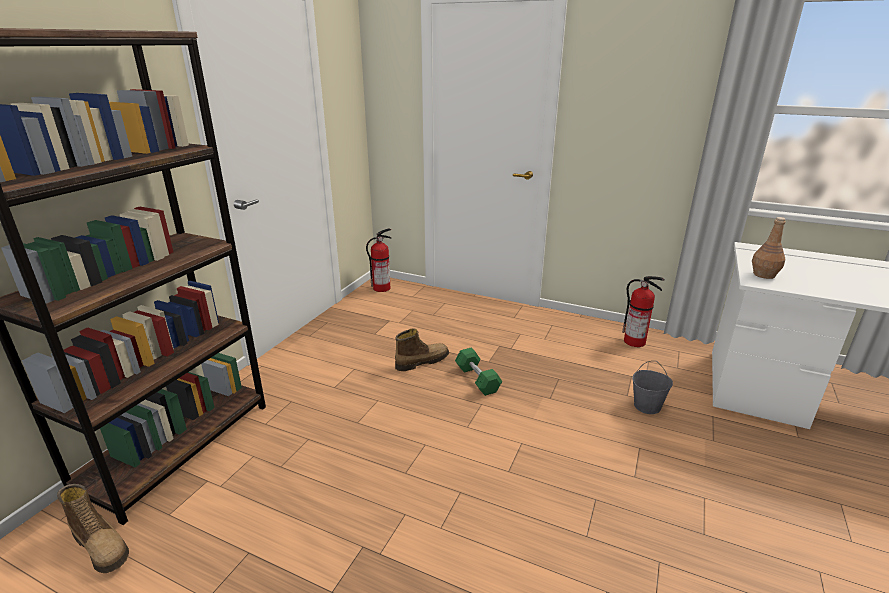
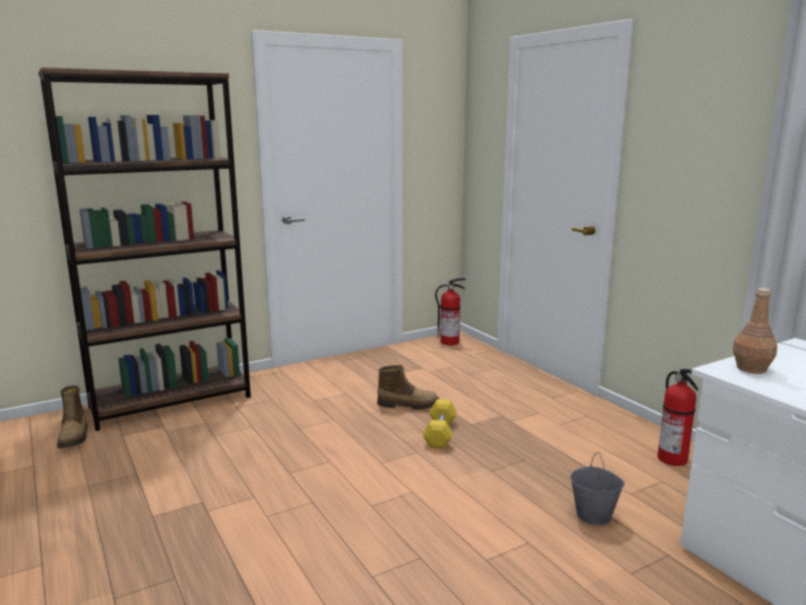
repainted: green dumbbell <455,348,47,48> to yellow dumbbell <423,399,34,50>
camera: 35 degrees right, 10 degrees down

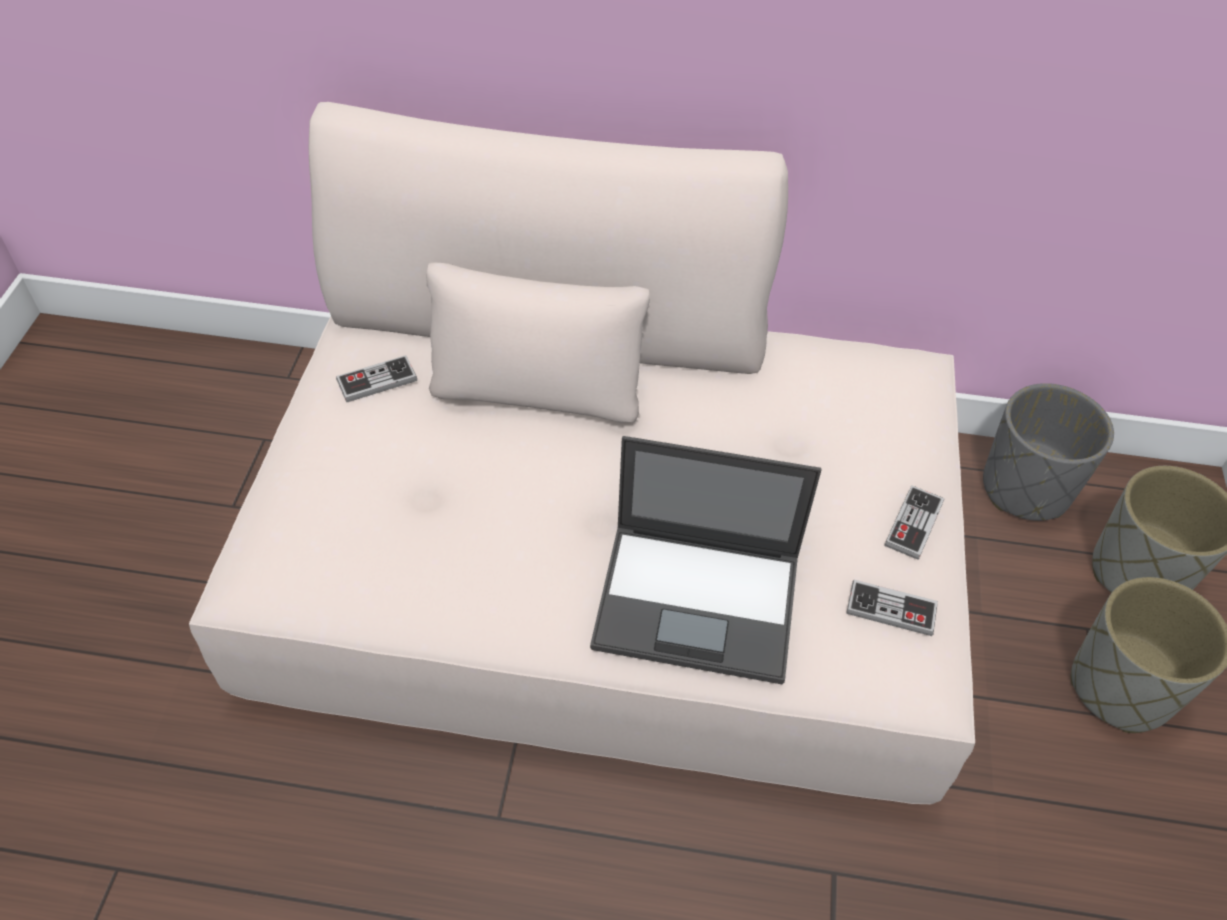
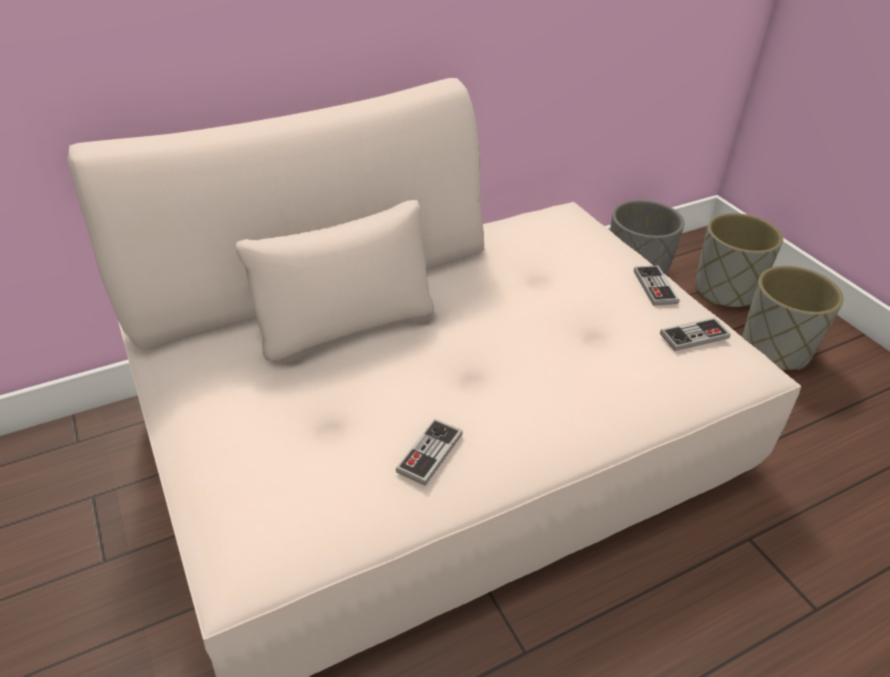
gone: laptop <590,436,231,248>
shifted: game controller <336,355,81,47> to <395,419,68,67>
camera: 35 degrees left, 10 degrees down

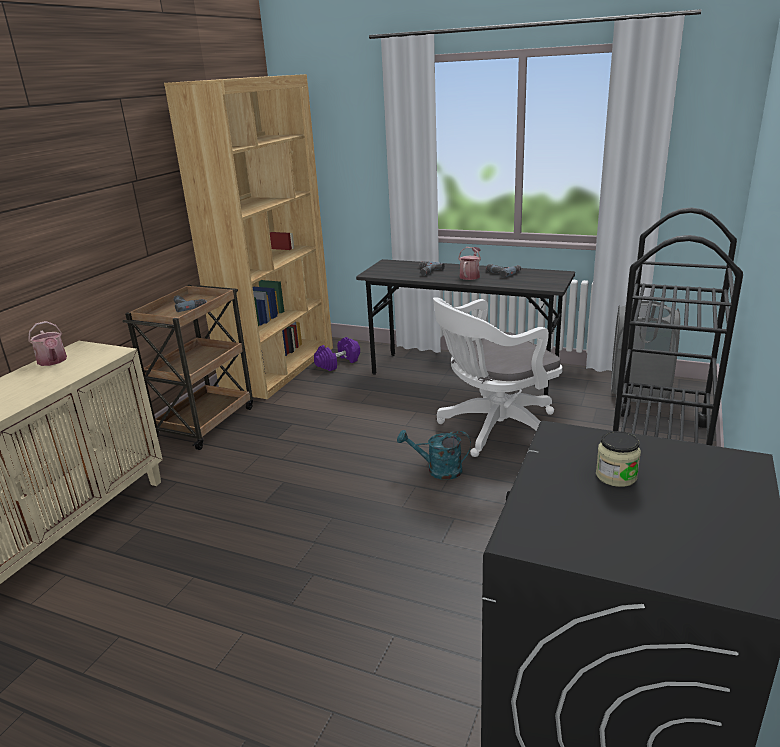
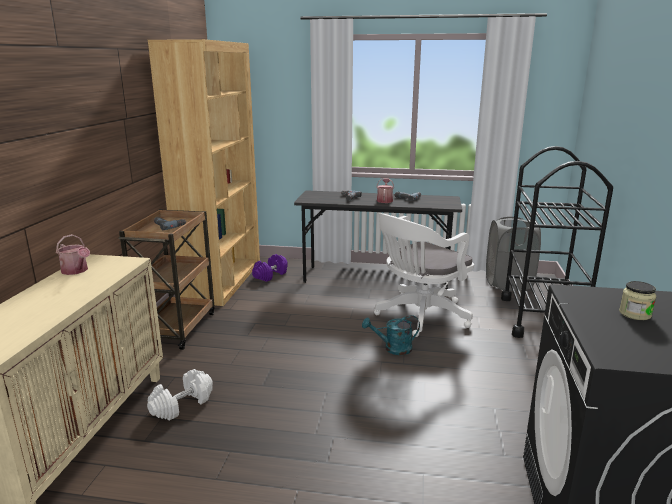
new: white dumbbell <147,369,66,52>
camera: 15 degrees left, 5 degrees down

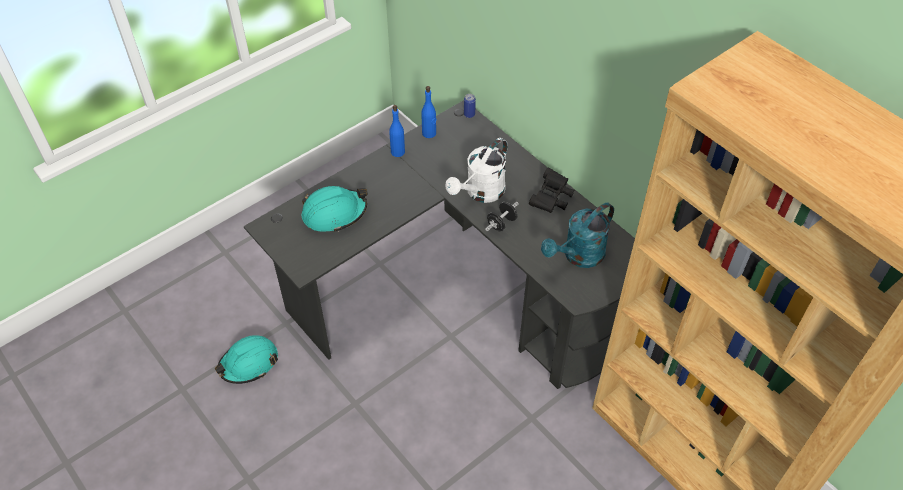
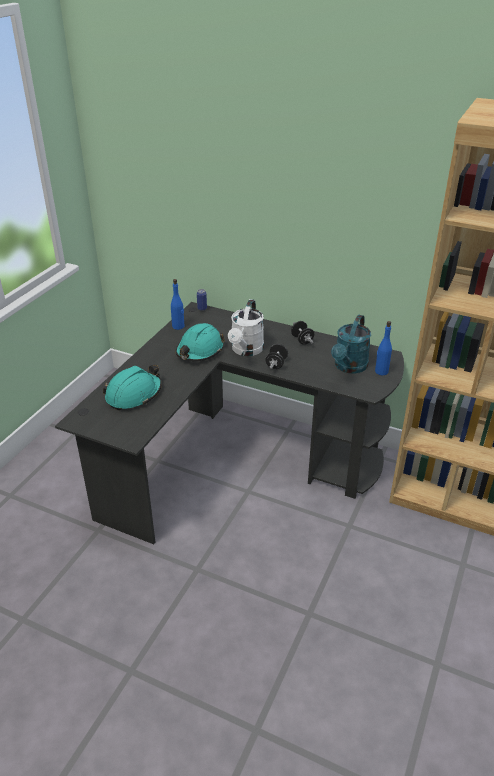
shifted: blue bottle <389,105,16,52> to <375,321,17,54>; turquoise hard hat <215,335,63,49> to <175,323,50,38>
swapped: black binoculars <529,168,45,45> to black dumbbell <291,321,23,24>
camera: 25 degrees left, 15 degrees down

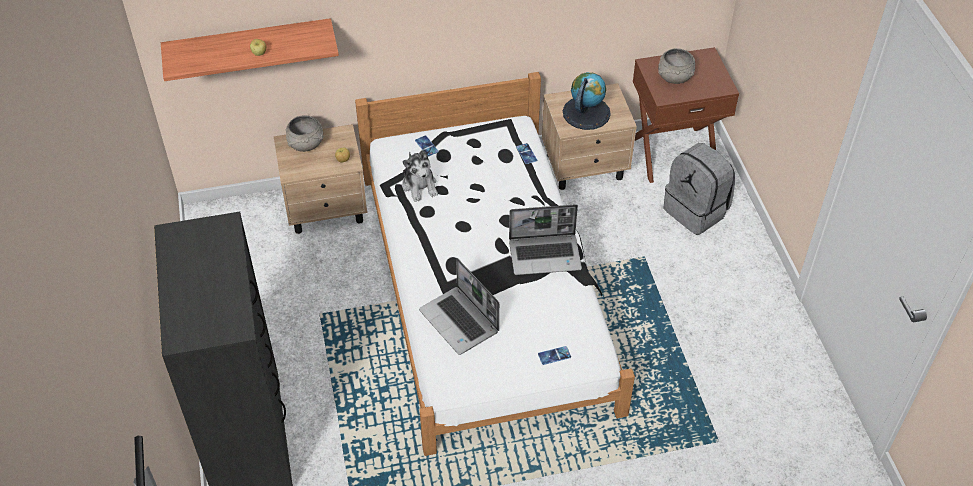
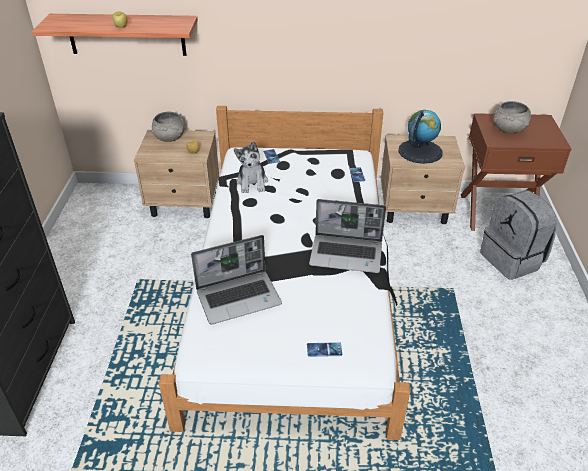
rotated: laptop <419,258,80,97> = <191,235,91,90> 90 degrees counterclockwise
camera: 15 degrees right, 10 degrees down

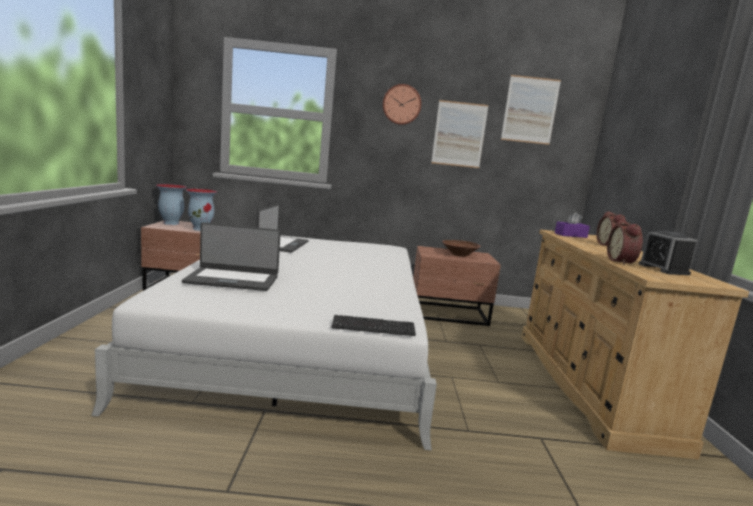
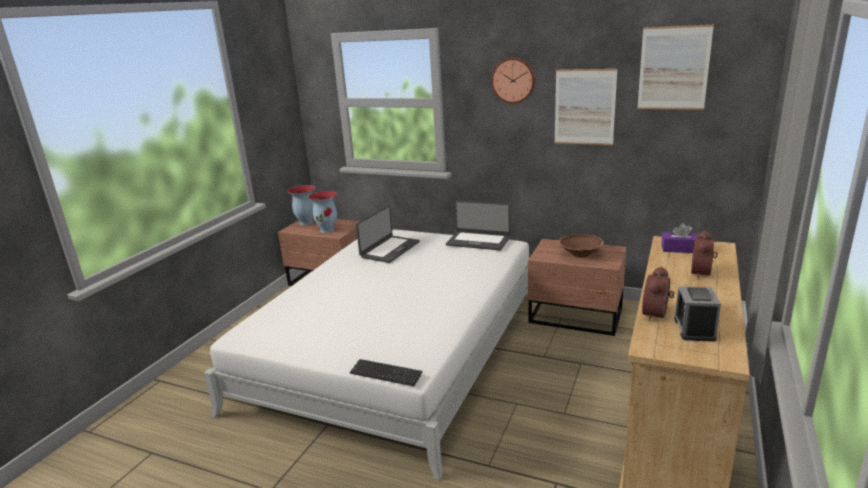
shifted: laptop <182,222,99,69> to <446,201,64,49>
camera: 25 degrees right, 10 degrees up

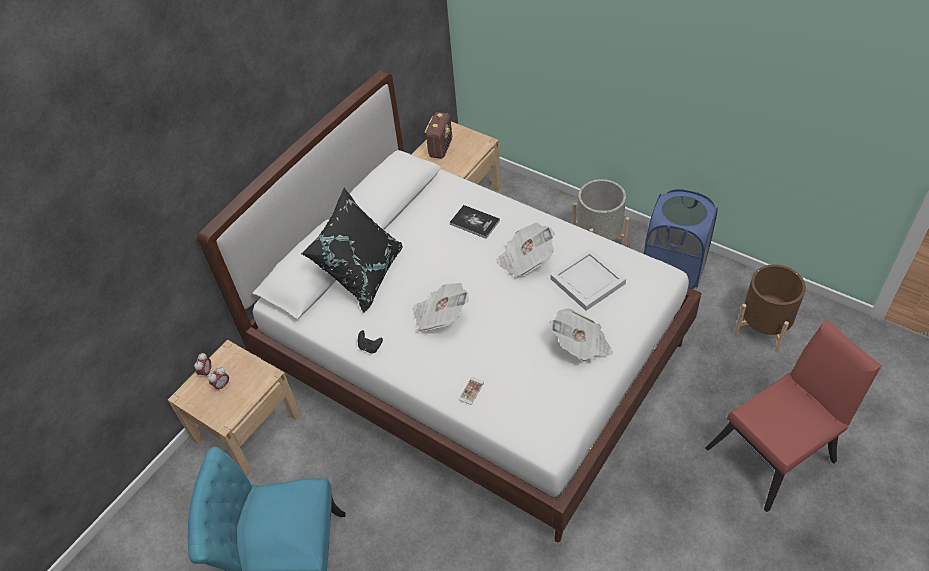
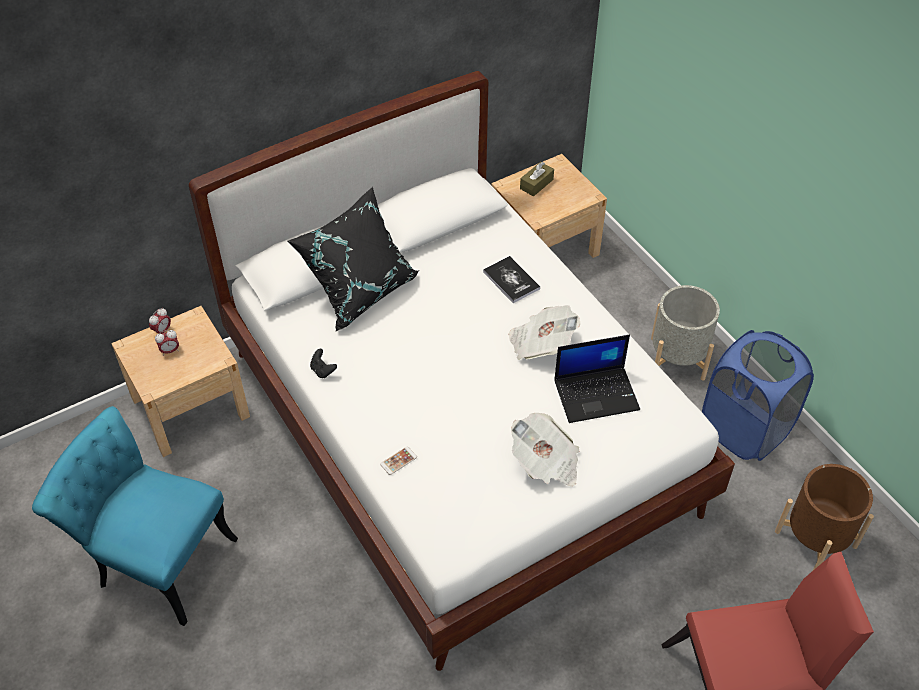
gone: newspaper <413,283,56,49>
swapped: radio <425,112,27,47> to brown tissue box <520,162,34,34>; white tray <551,249,75,62> to laptop <554,335,86,88>
camera: 20 degrees right, 0 degrees up

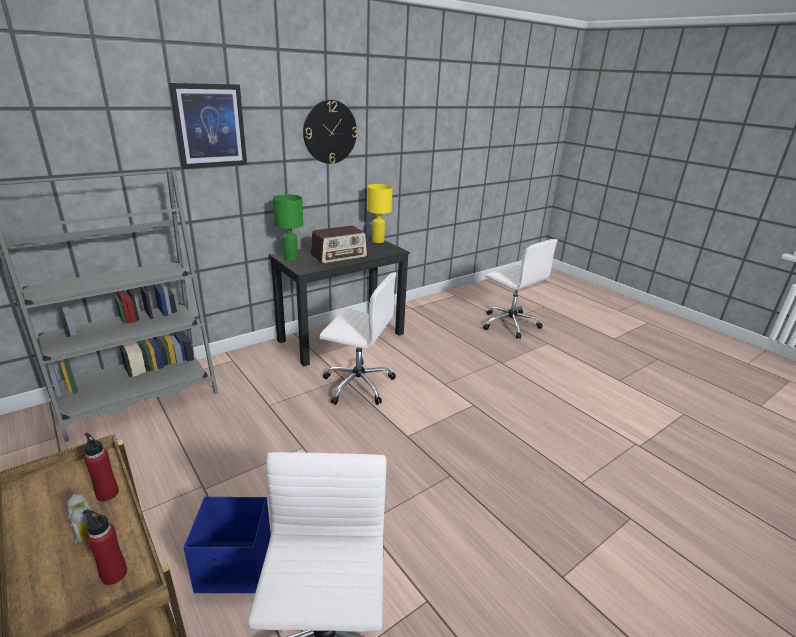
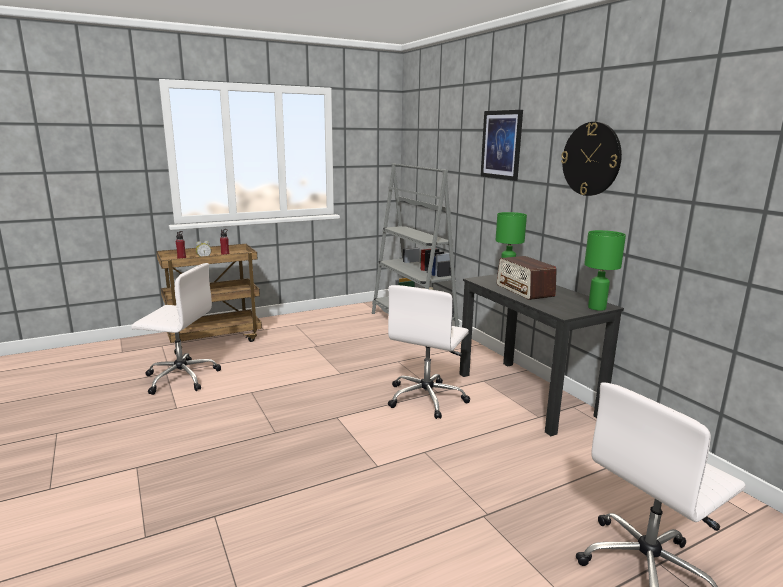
gone: blue storage box <183,497,88,96>
repainted: yellow table lamp <367,184,26,59> to green table lamp <584,230,42,81>
camera: 100 degrees right, 10 degrees down

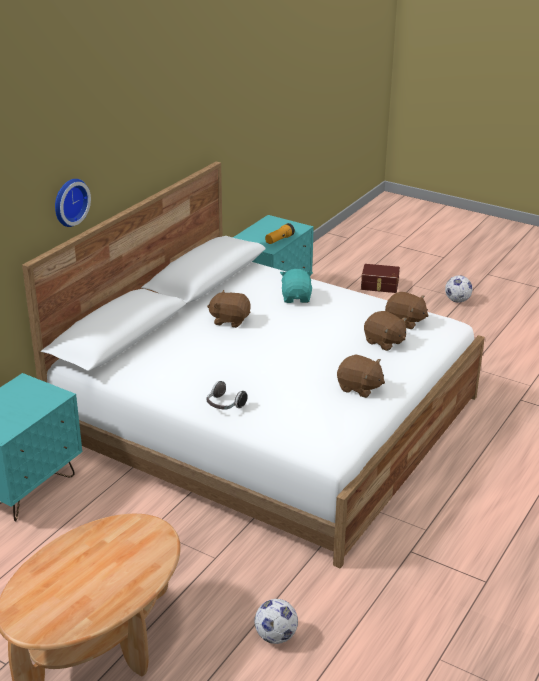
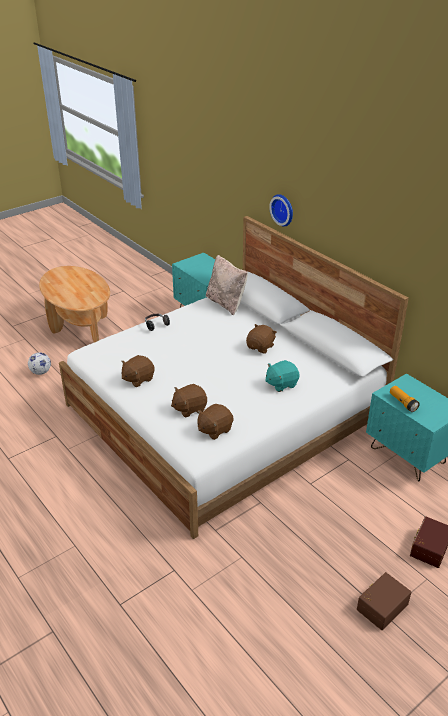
new: beige pillow <206,255,42,61>
swapped: football <445,275,28,27> to brown storage box <357,572,54,58>
rotated: turquoise plush toy <280,269,33,34> = <265,360,35,32> 135 degrees clockwise
camera: 110 degrees right, 5 degrees up

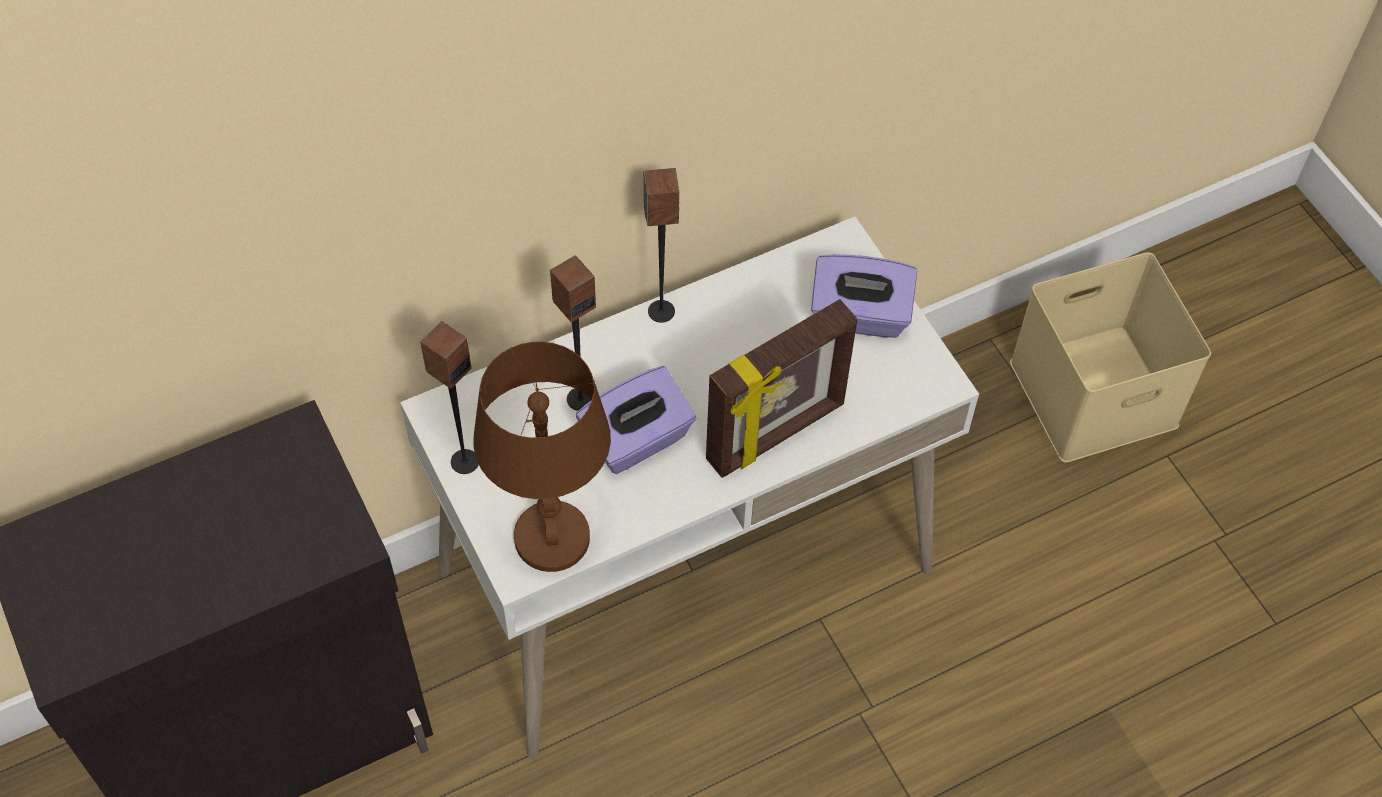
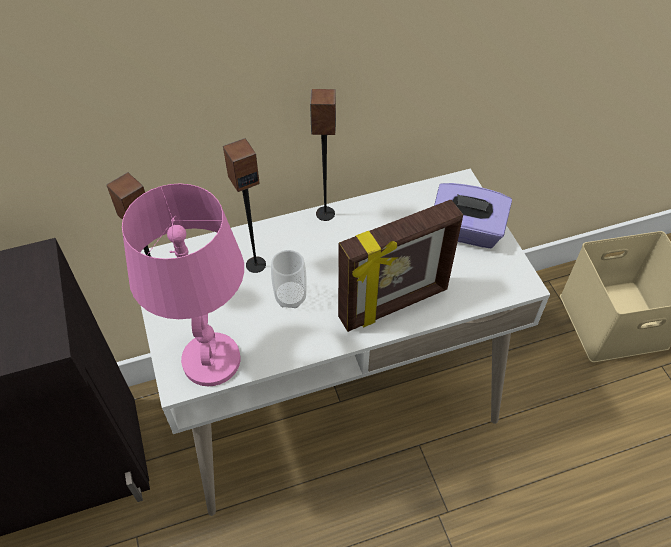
swapped: purple tissue box <576,366,120,108> to cup <271,250,36,58>
repainted: brown table lamp <473,342,138,230> to pink table lamp <122,184,122,202>
camera: 10 degrees right, 5 degrees down

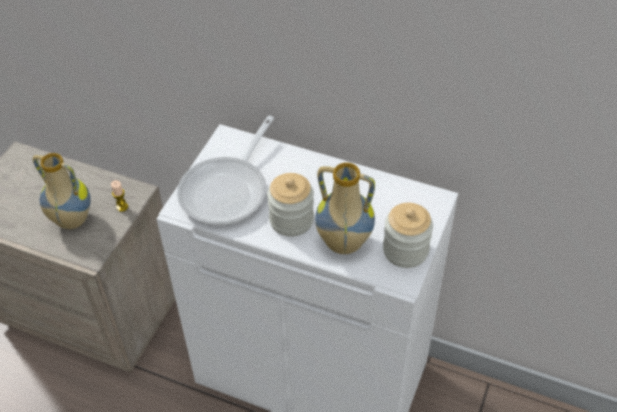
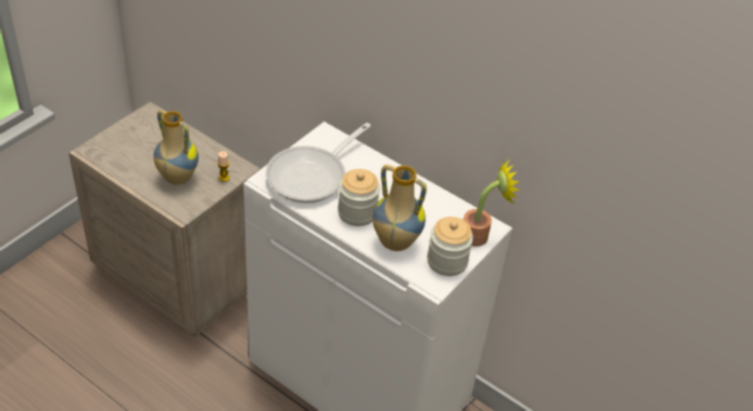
new: potted plant <463,158,56,89>
camera: 10 degrees right, 5 degrees down

